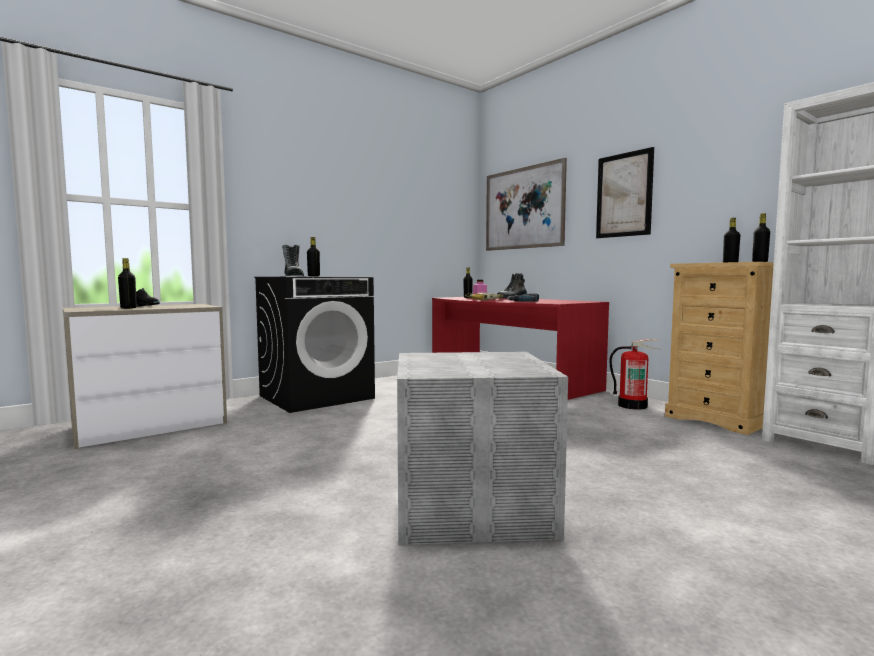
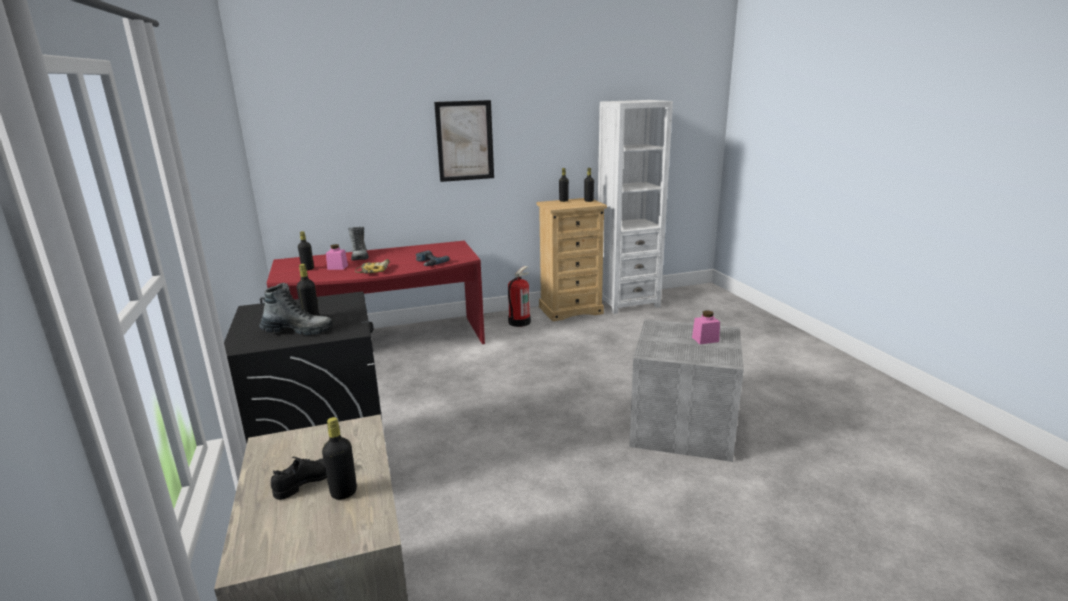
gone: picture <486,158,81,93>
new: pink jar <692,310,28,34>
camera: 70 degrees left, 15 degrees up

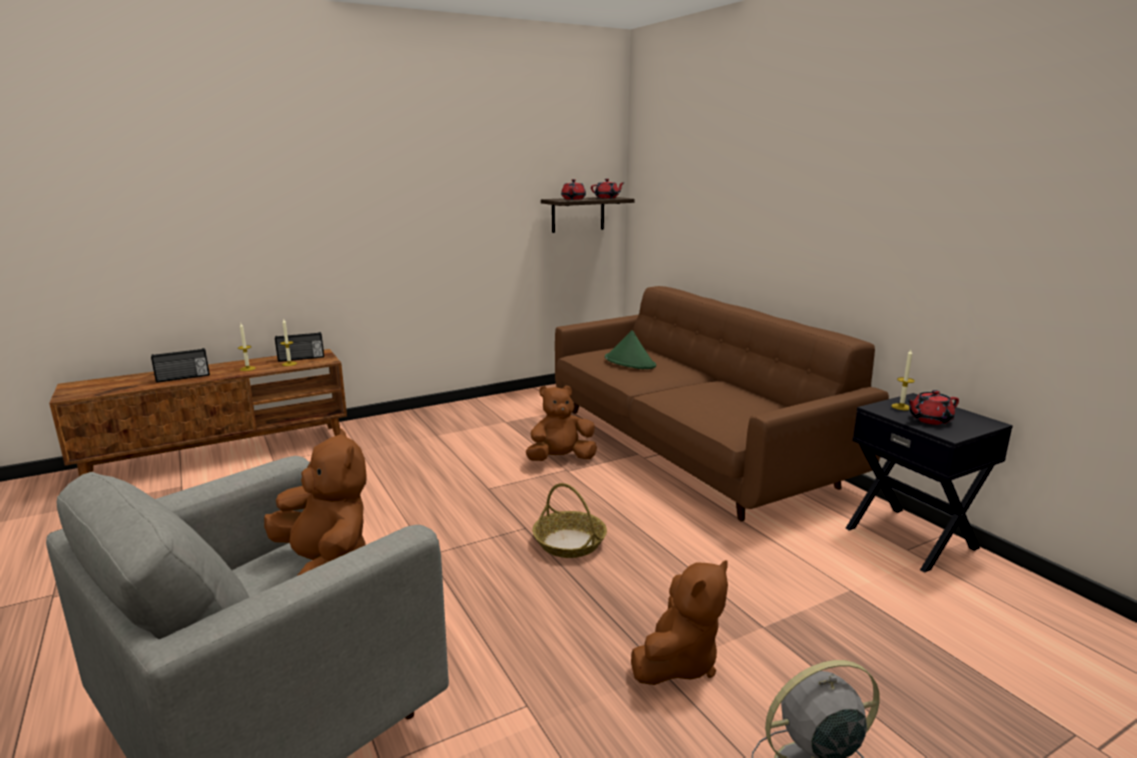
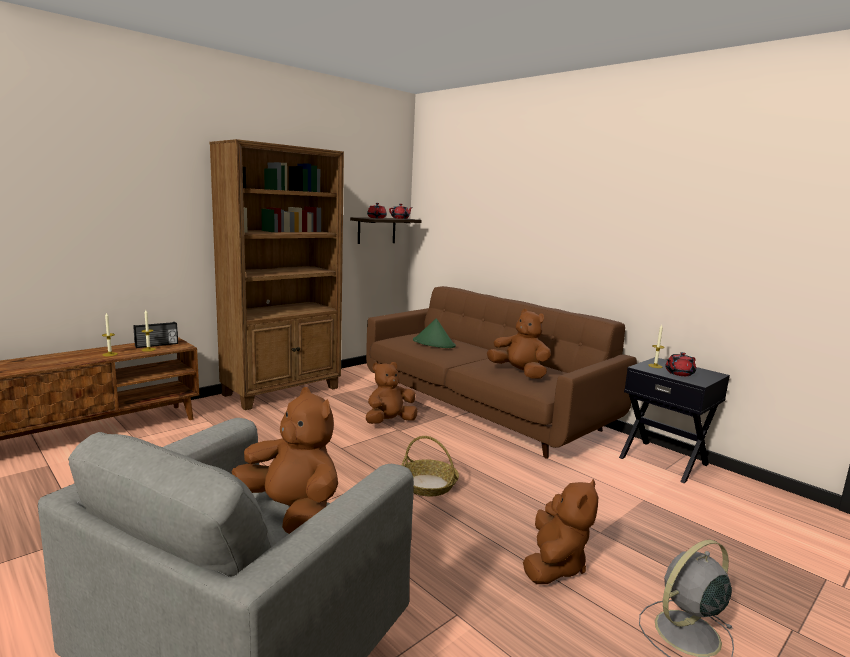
gone: radio <151,348,59,35>
new: brown bookcase <209,139,135,271>; brown plush toy <487,309,64,70>
camera: 15 degrees left, 5 degrees down

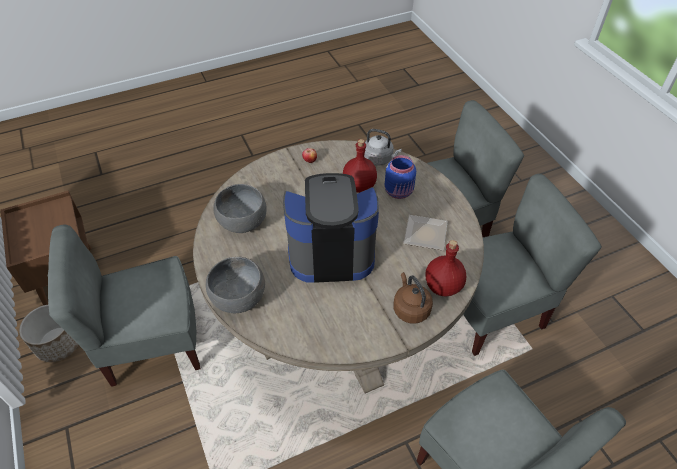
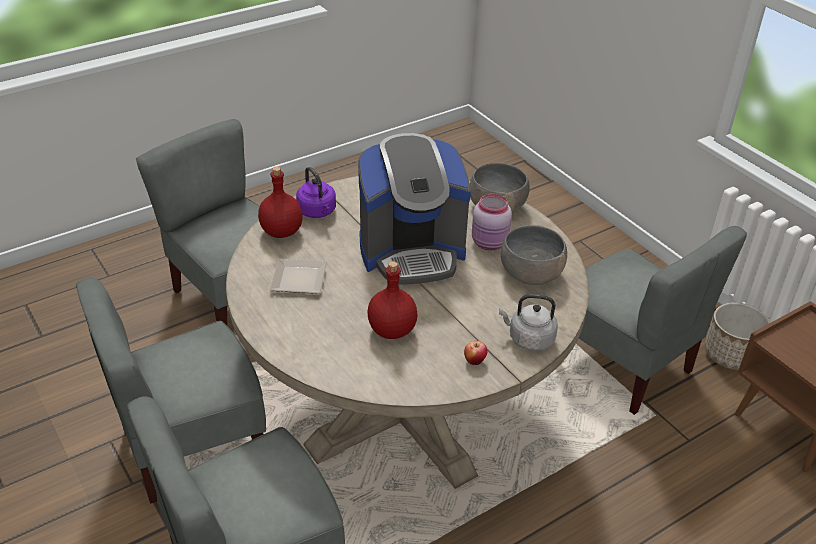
gone: blue jar <385,155,31,44>
new: pink jar <472,194,40,56>
shifted: grey kettle <364,129,38,37> to <499,294,59,57>
repainted: brown kettle <394,272,39,52> to purple kettle <296,167,40,51>
rotated: grey chair <48,224,153,163> = <579,226,168,189> 75 degrees clockwise
camera: 170 degrees right, 10 degrees down

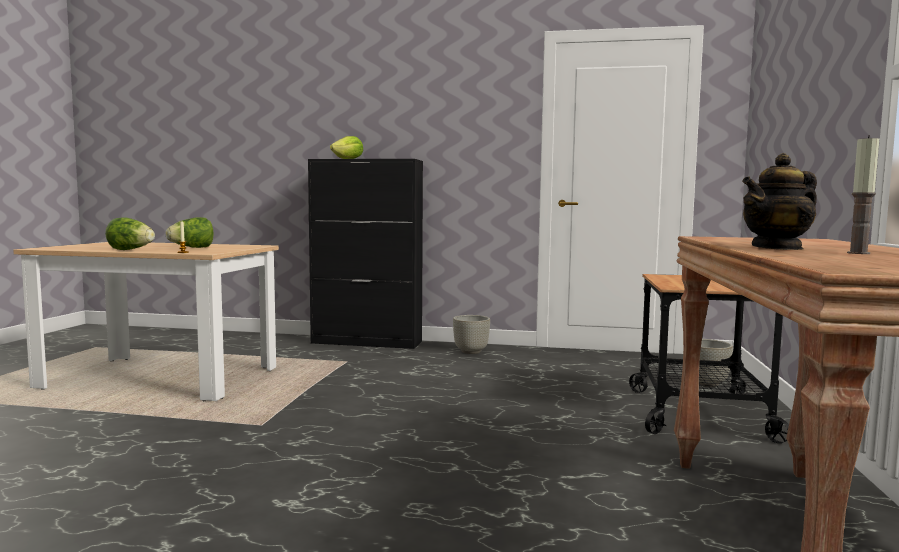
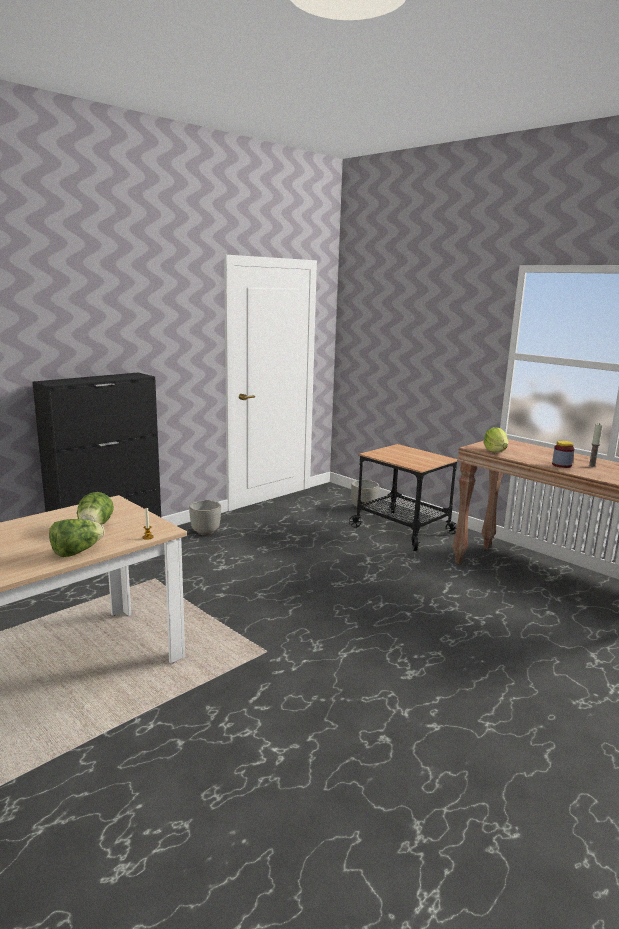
shifted: lettuce <330,136,33,23> to <483,427,25,25>
swapped: teapot <742,153,75,97> to jar <552,441,22,27>
camera: 55 degrees left, 10 degrees up

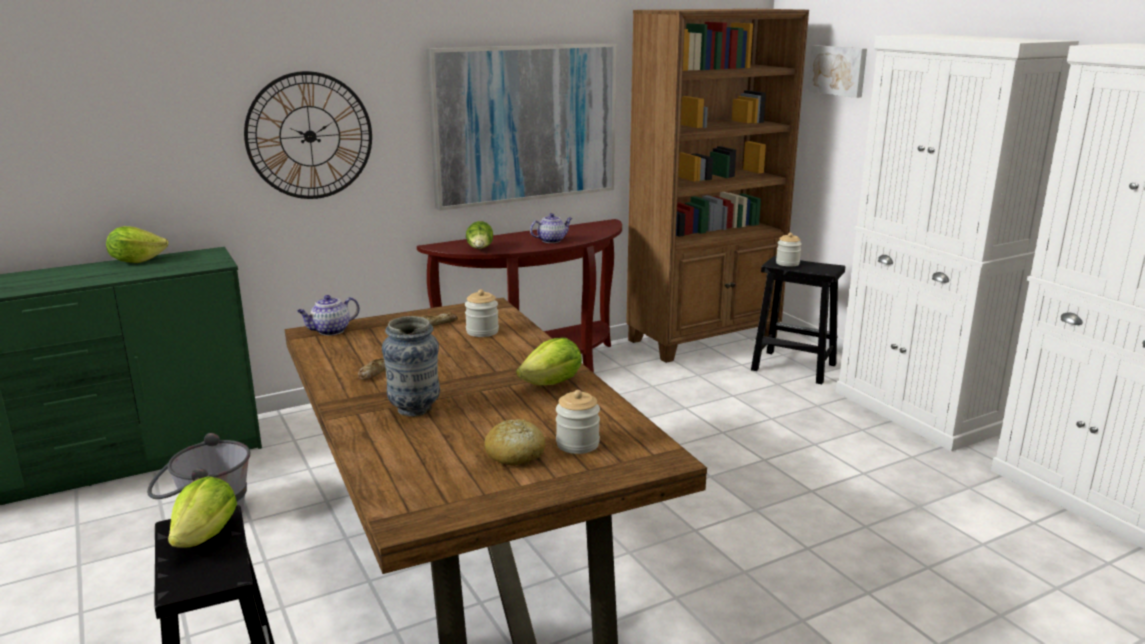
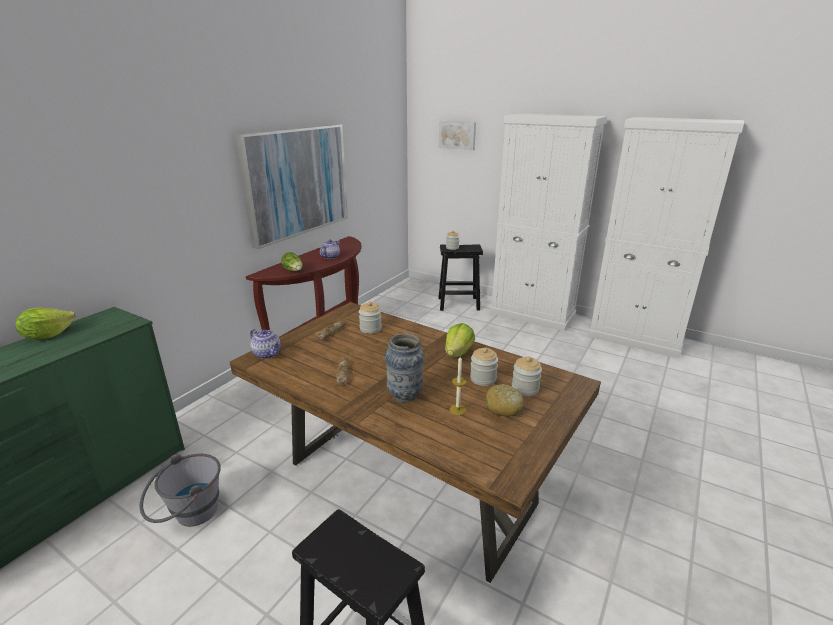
gone: brown bookcase <626,9,183,354>; wall clock <244,71,128,128>; lettuce <168,476,69,72>
new: jar <470,347,28,39>; candle <450,355,16,60>
rotated: teapot <297,295,63,40> = <250,329,31,30> 75 degrees counterclockwise
camera: 30 degrees left, 5 degrees up

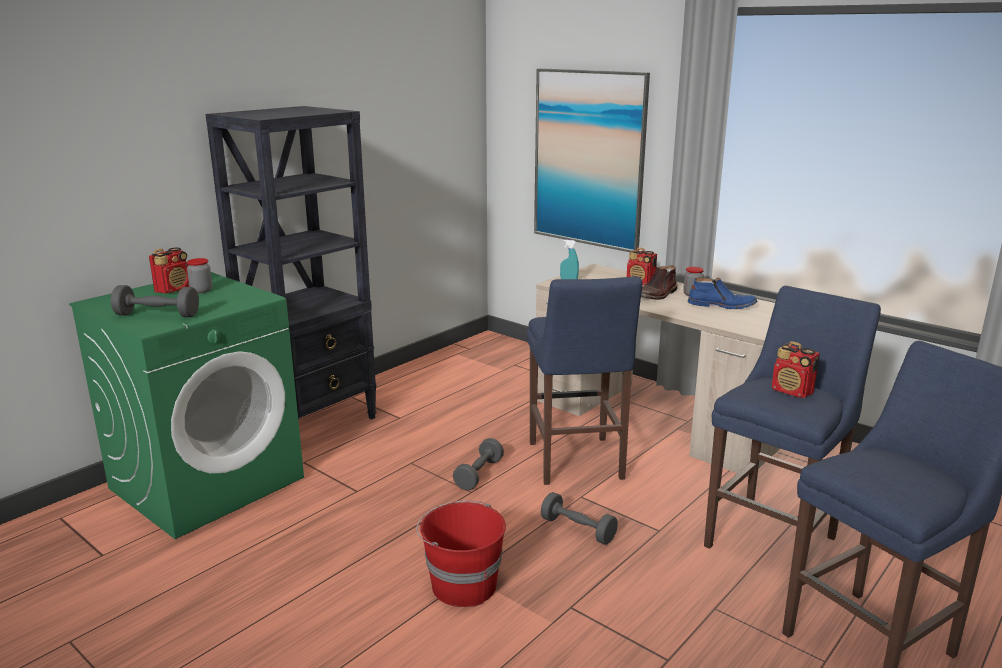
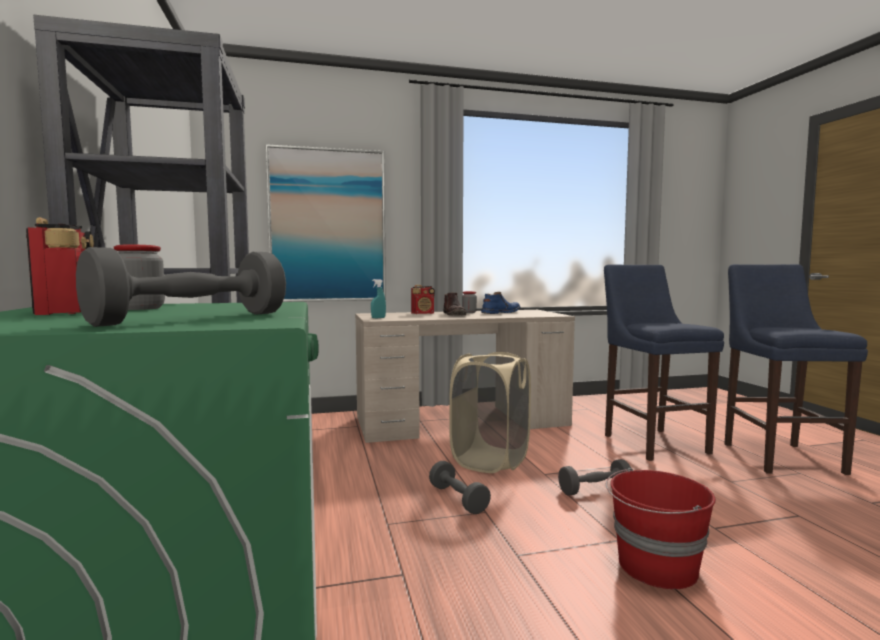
gone: radio <772,341,48,57>
swapped: blue stool <527,277,115,208> to beige laundry basket <449,352,82,121>
camera: 55 degrees left, 15 degrees down

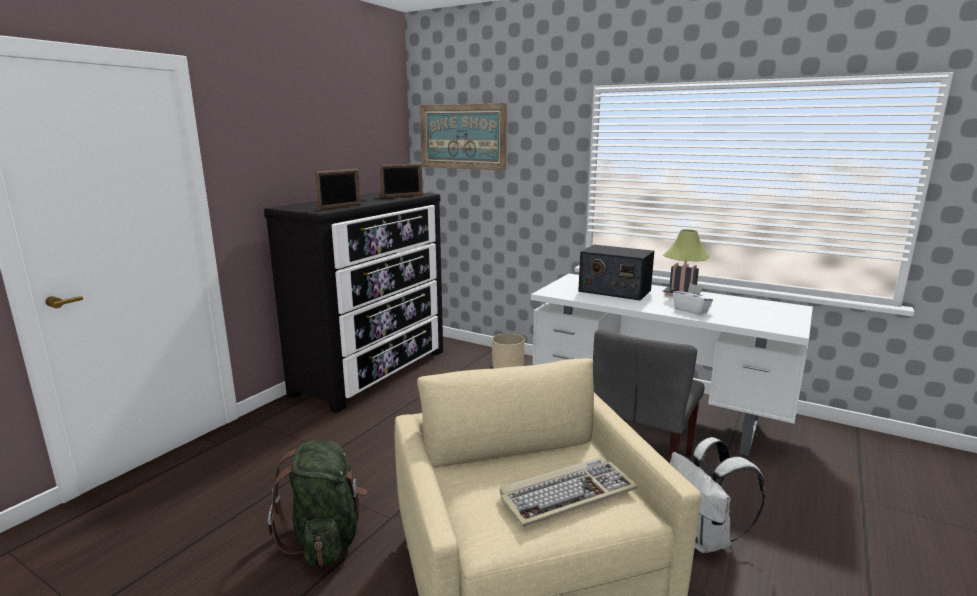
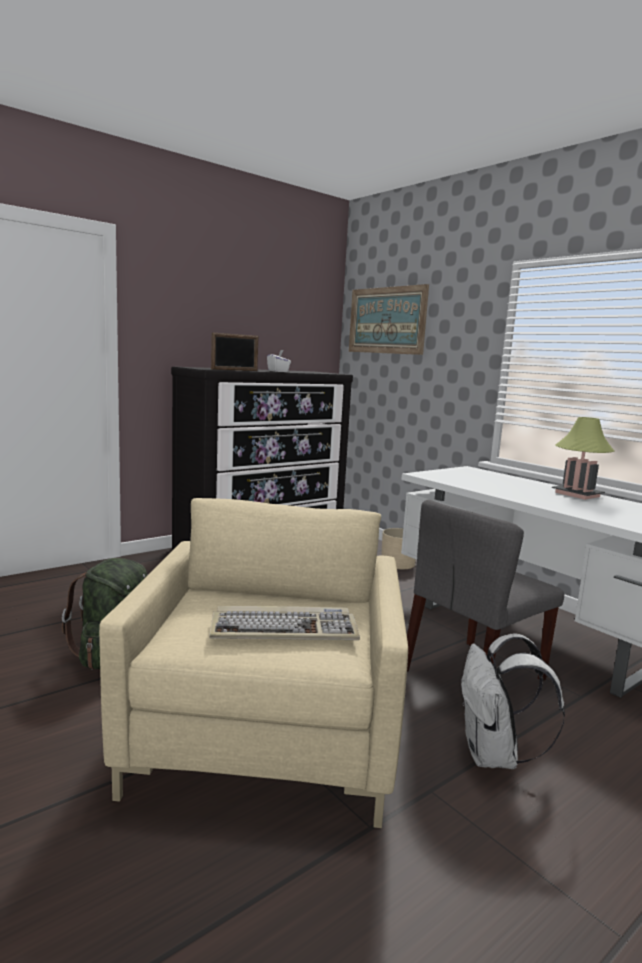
gone: picture frame <380,163,43,35>; radio <578,245,76,56>
shifted: white tissue box <673,283,40,32> to <267,350,24,22>
camera: 20 degrees right, 5 degrees down

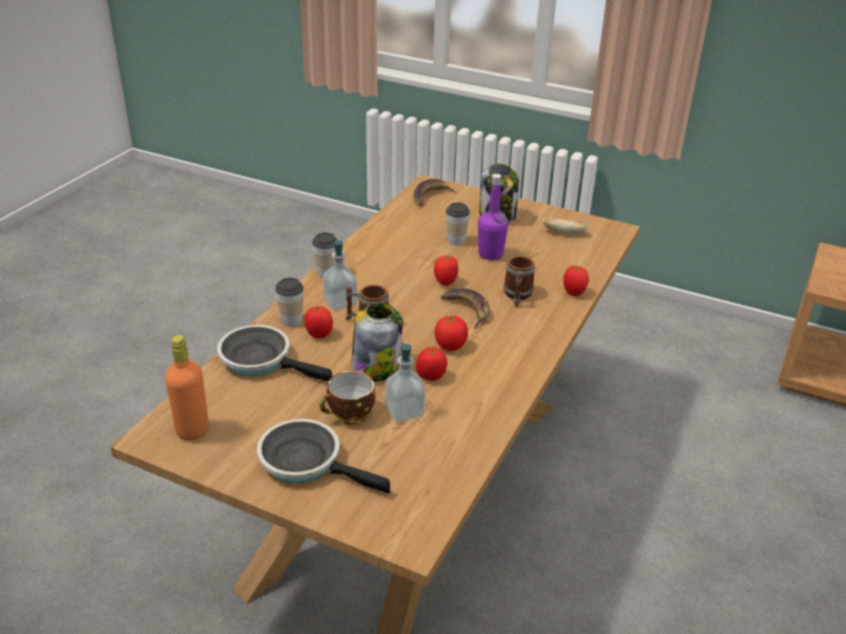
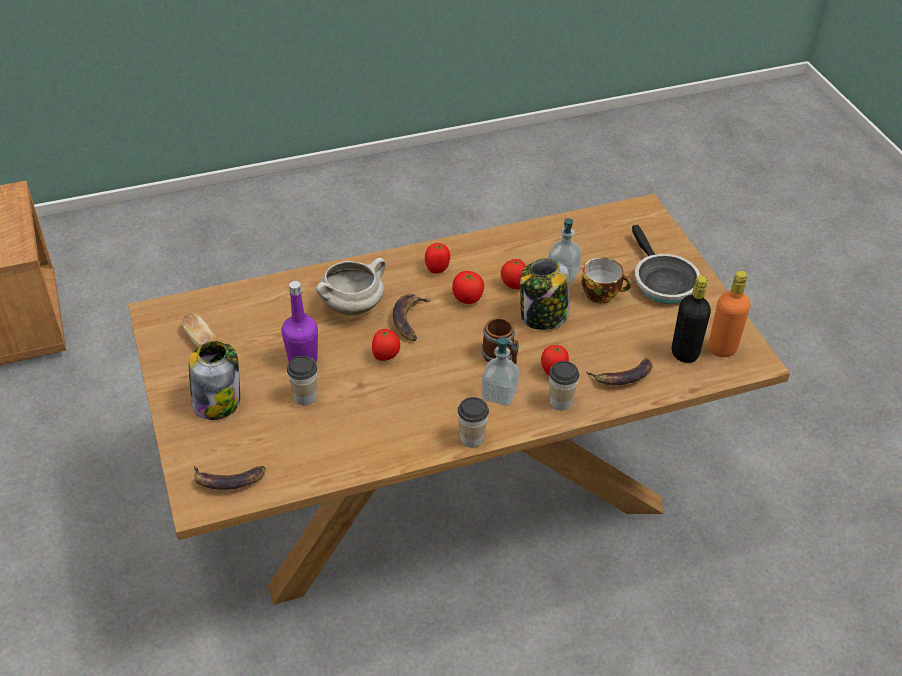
new: black bottle <672,275,39,88>
shifted: tomato <563,266,26,30> to <425,243,25,31>
swapped: mug <503,256,32,51> to white cooking pot <316,258,70,58>; frying pan <217,325,115,57> to banana <586,358,67,27>
camera: 135 degrees left, 10 degrees up

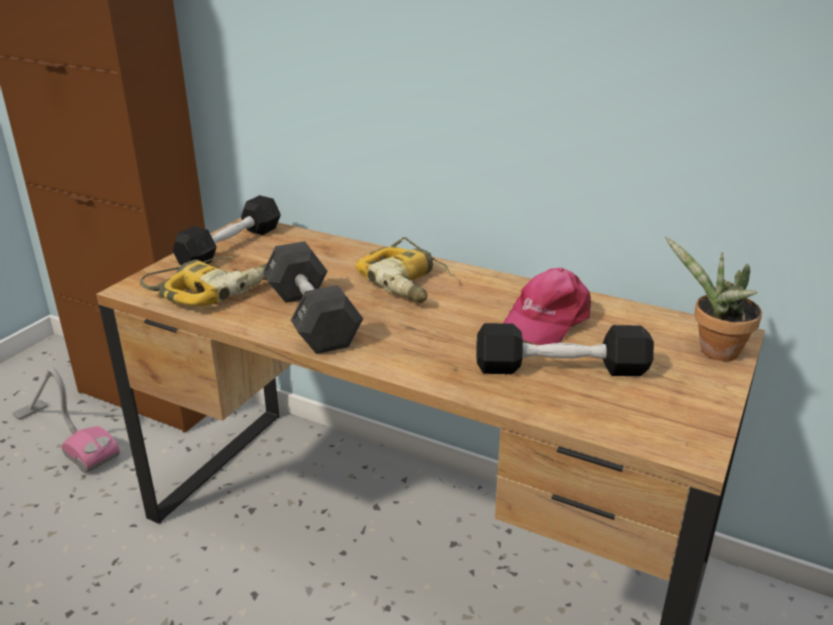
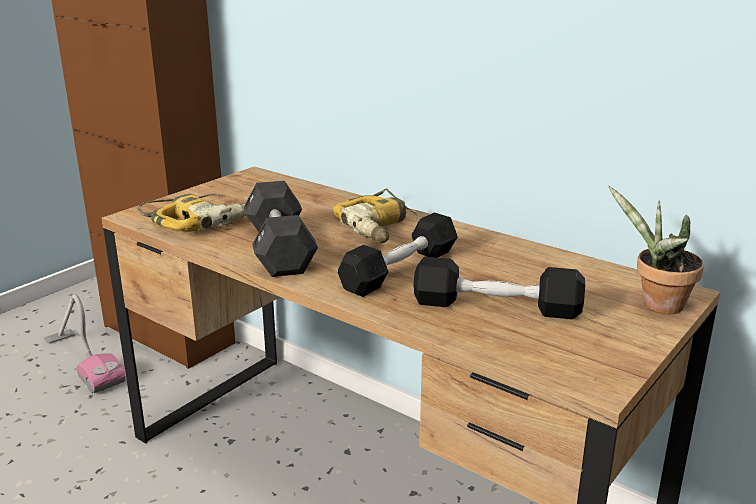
gone: pink cap <503,268,88,77>
shifted: black dumbbell <173,195,108,70> to <338,212,120,85>
camera: 10 degrees right, 5 degrees down

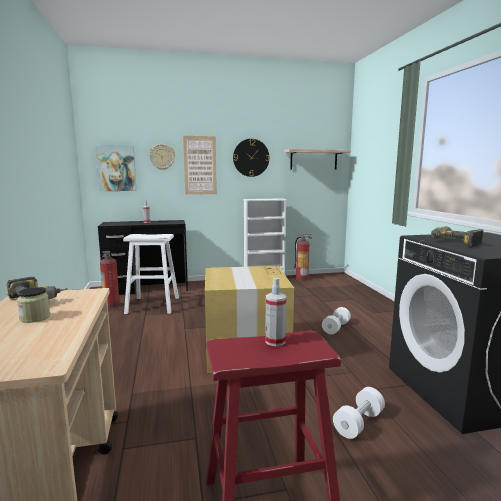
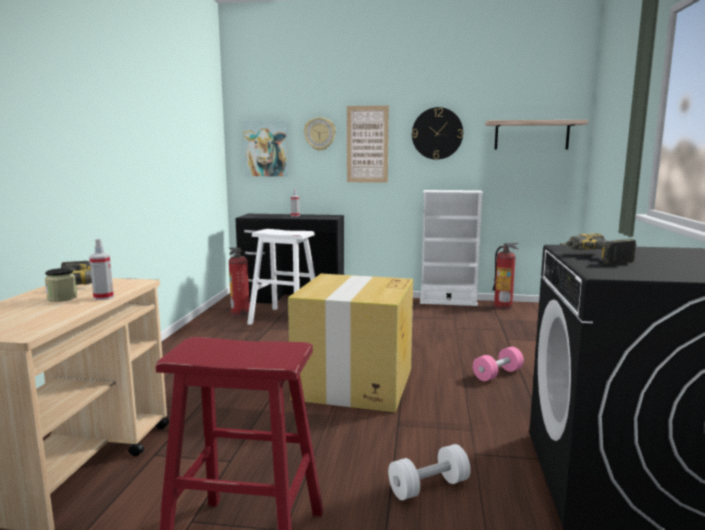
shifted: spray bottle <265,278,21,68> to <89,239,25,61>
repainted: white dumbbell <322,307,29,27> to pink dumbbell <473,347,51,34>
camera: 20 degrees right, 0 degrees up

